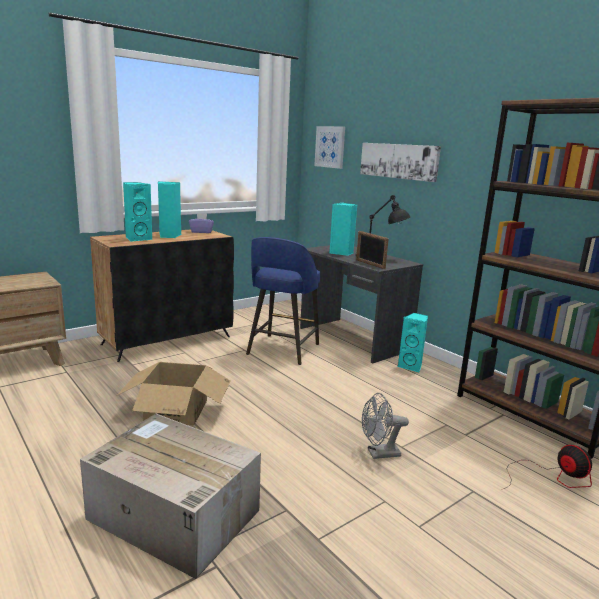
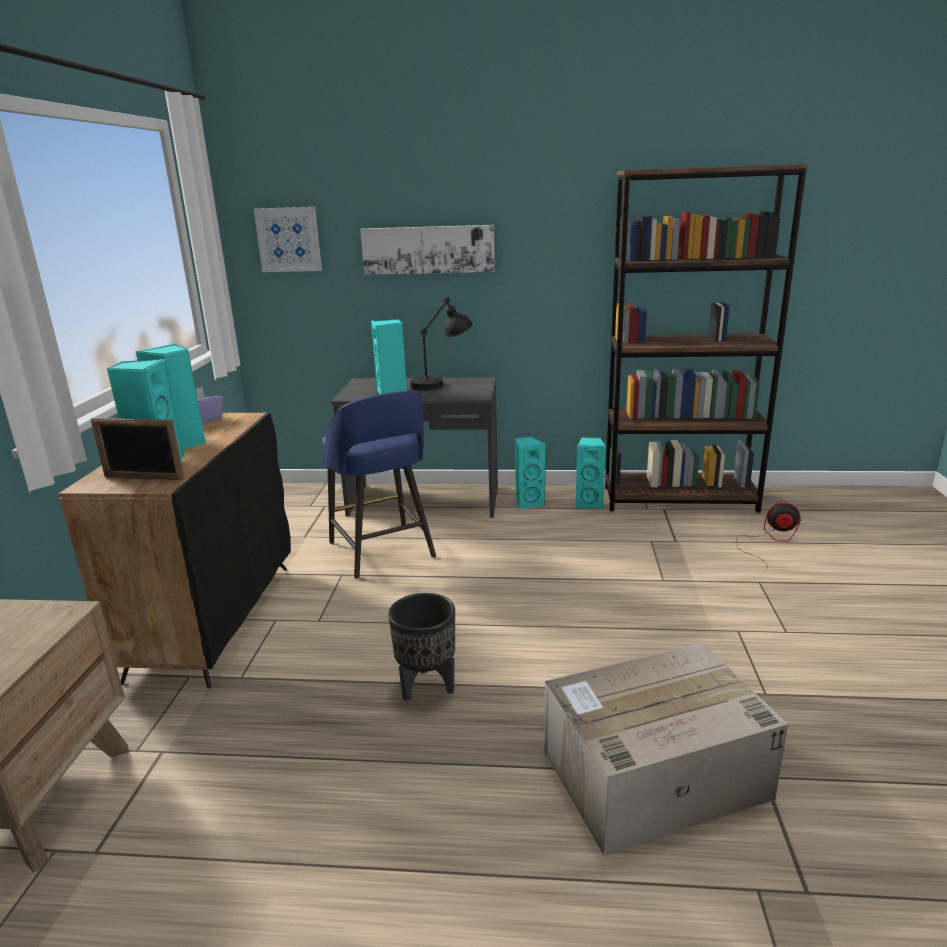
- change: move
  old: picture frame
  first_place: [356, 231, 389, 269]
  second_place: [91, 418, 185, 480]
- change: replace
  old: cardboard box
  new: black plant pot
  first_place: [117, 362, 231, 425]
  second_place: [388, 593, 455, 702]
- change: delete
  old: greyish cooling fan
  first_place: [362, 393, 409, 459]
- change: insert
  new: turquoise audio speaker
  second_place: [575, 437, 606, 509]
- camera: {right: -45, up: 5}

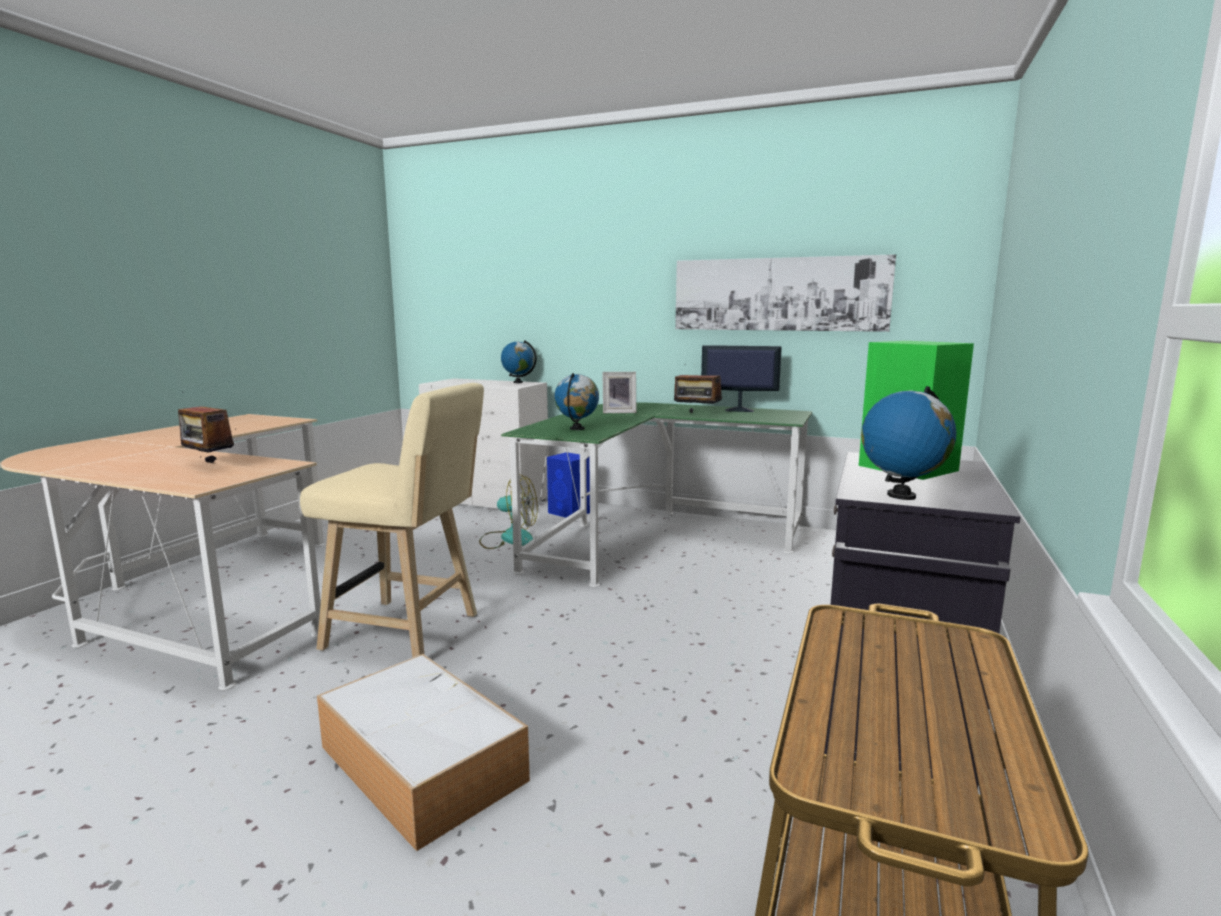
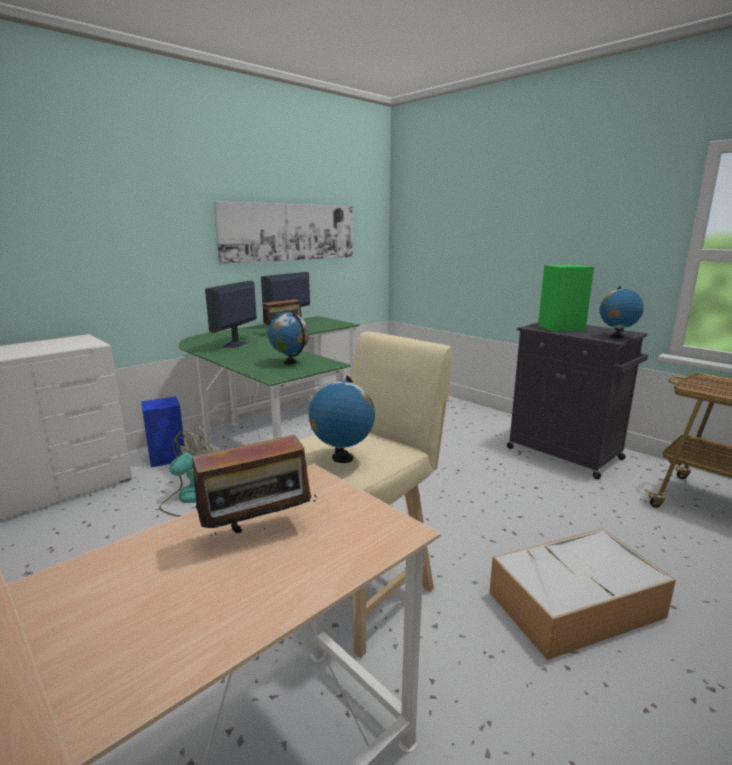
- change: move
  old: world globe
  first_place: [501, 340, 537, 383]
  second_place: [309, 376, 375, 463]
- change: replace
  old: picture frame
  new: monitor
  first_place: [602, 372, 636, 413]
  second_place: [205, 281, 257, 348]
- camera: {right: -65, up: 5}

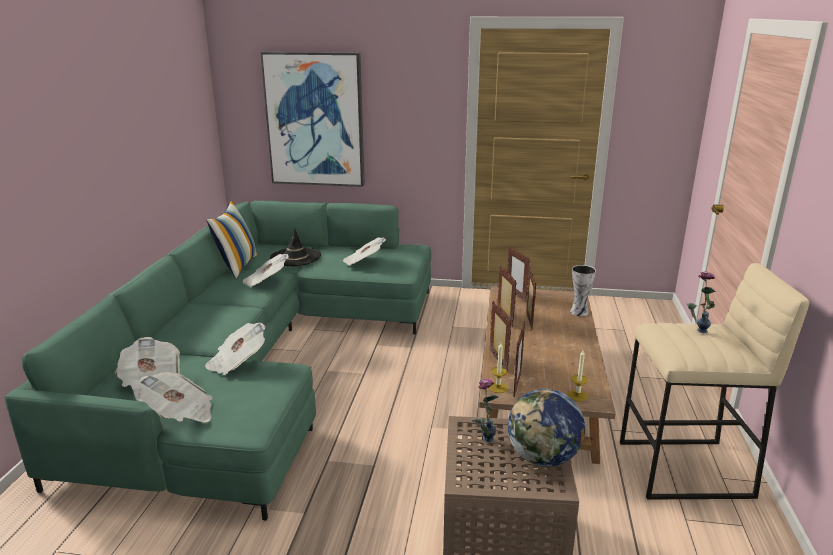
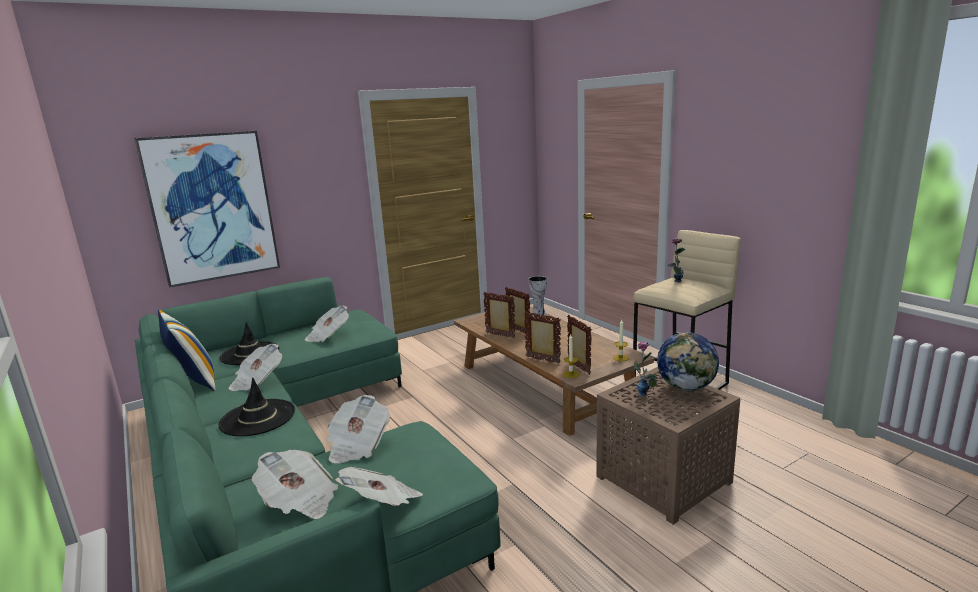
- change: delete
  old: picture frame
  first_place: [507, 247, 530, 302]
- change: insert
  new: black wearable hat
  second_place: [219, 378, 295, 436]
- camera: {right: -40, up: -5}

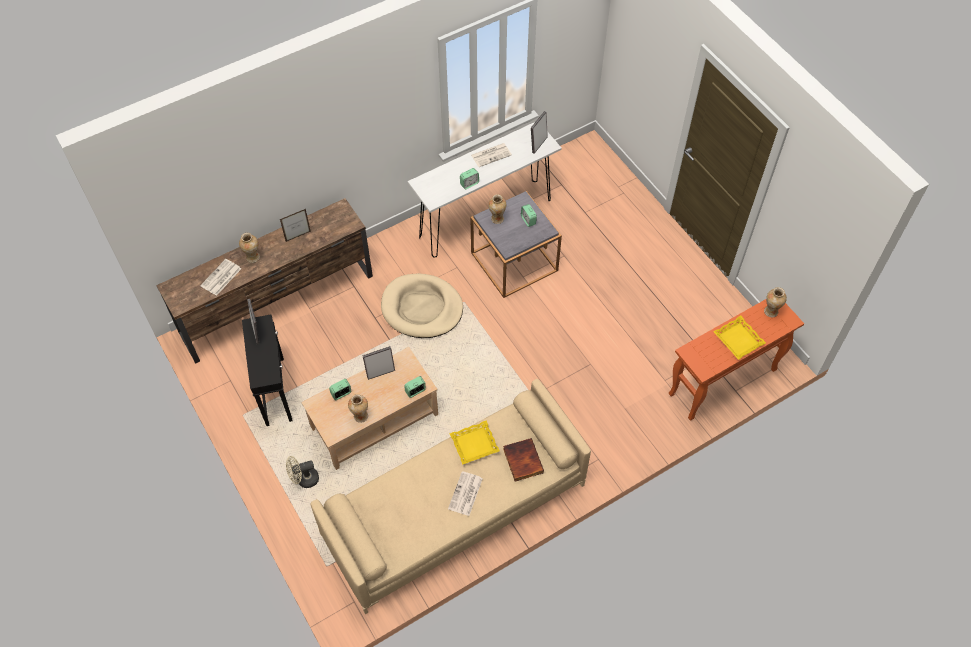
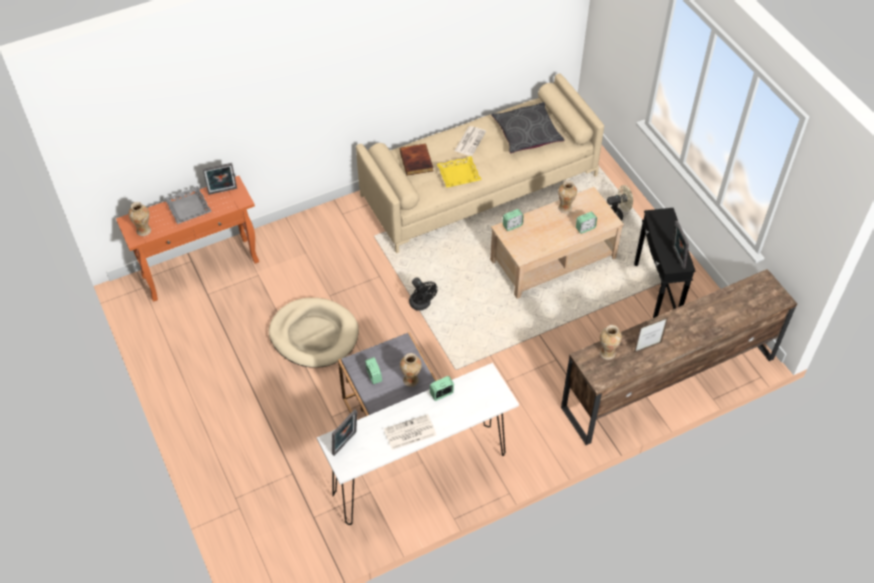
- change: move
  old: vase
  first_place: [239, 233, 260, 263]
  second_place: [600, 325, 622, 360]
- change: delete
  old: daily paper
  first_place: [200, 259, 241, 296]
- change: move
  old: beige-coloured pet bed
  first_place: [381, 273, 463, 338]
  second_place: [269, 298, 359, 368]
- change: recolor
  old: yellow-coloured carrying tray
  new: greyish carrying tray
  first_place: [713, 315, 766, 360]
  second_place: [164, 186, 212, 224]
- change: move
  old: picture frame
  first_place: [363, 346, 395, 380]
  second_place: [202, 163, 237, 195]
- change: insert
  new: greyish cushion
  second_place: [491, 102, 564, 153]
- change: insert
  new: black cooling fan
  second_place: [409, 277, 438, 311]
- camera: {right: -175, up: -5}

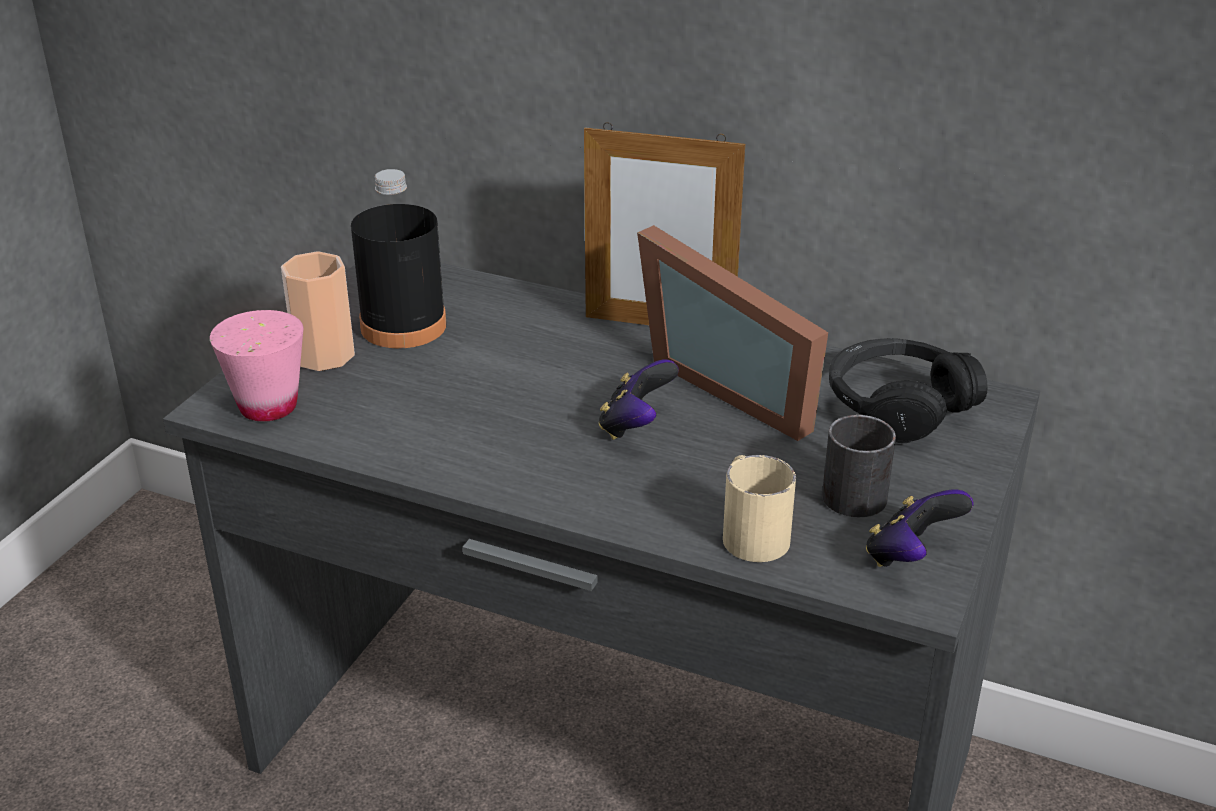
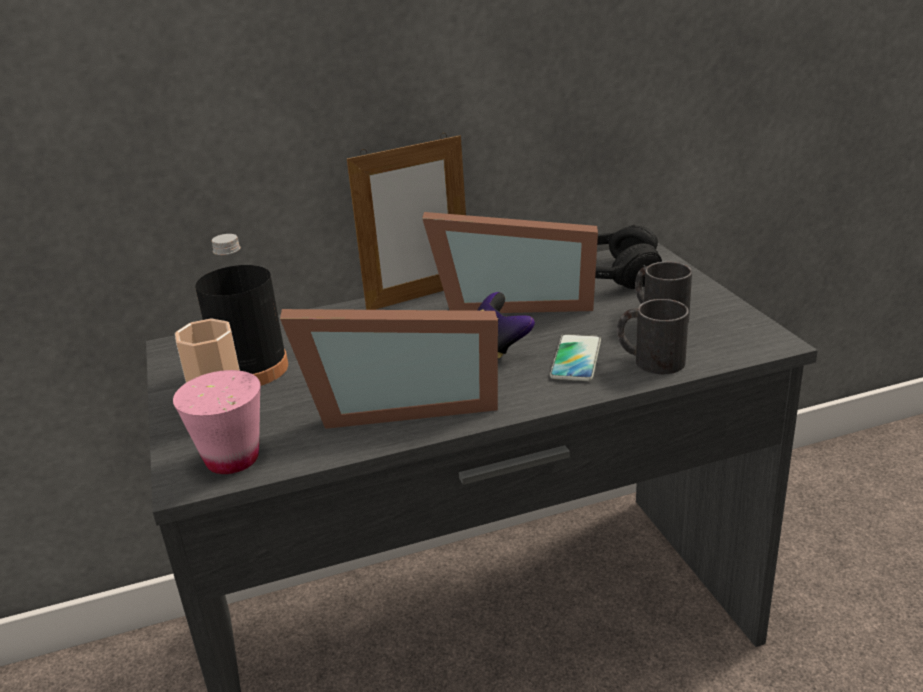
- change: recolor
  old: beige-coloured mug
  new: black mug
  first_place: [723, 455, 796, 562]
  second_place: [617, 299, 689, 375]
- change: delete
  old: gamepad
  first_place: [866, 490, 974, 567]
- change: insert
  new: picture frame
  second_place: [280, 309, 498, 429]
- change: insert
  new: phone
  second_place: [550, 334, 601, 381]
- camera: {right: -40, up: -5}

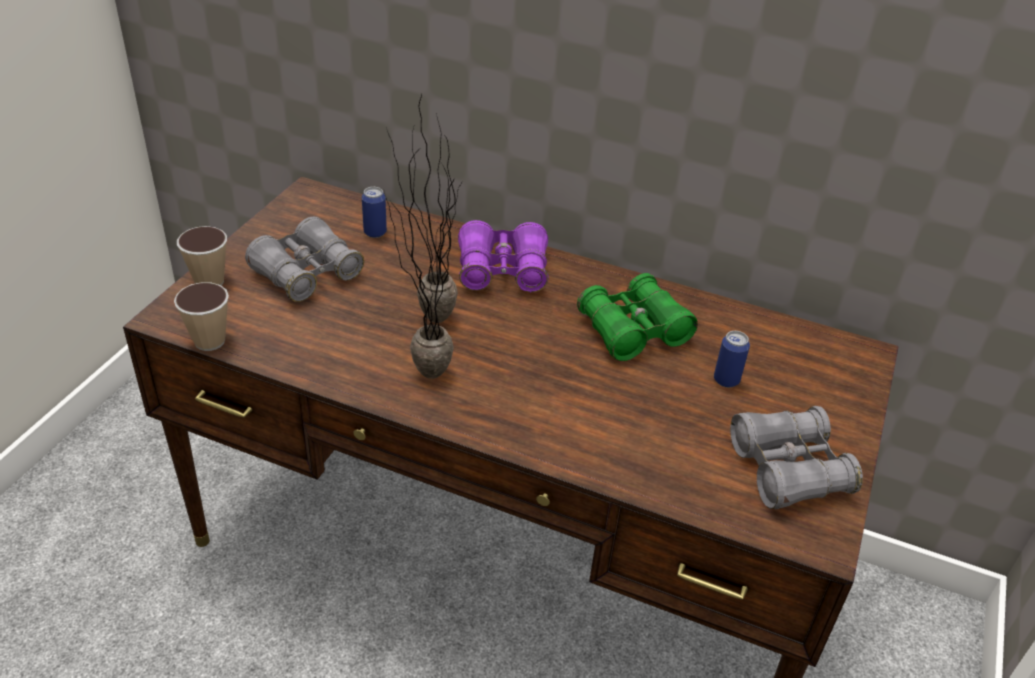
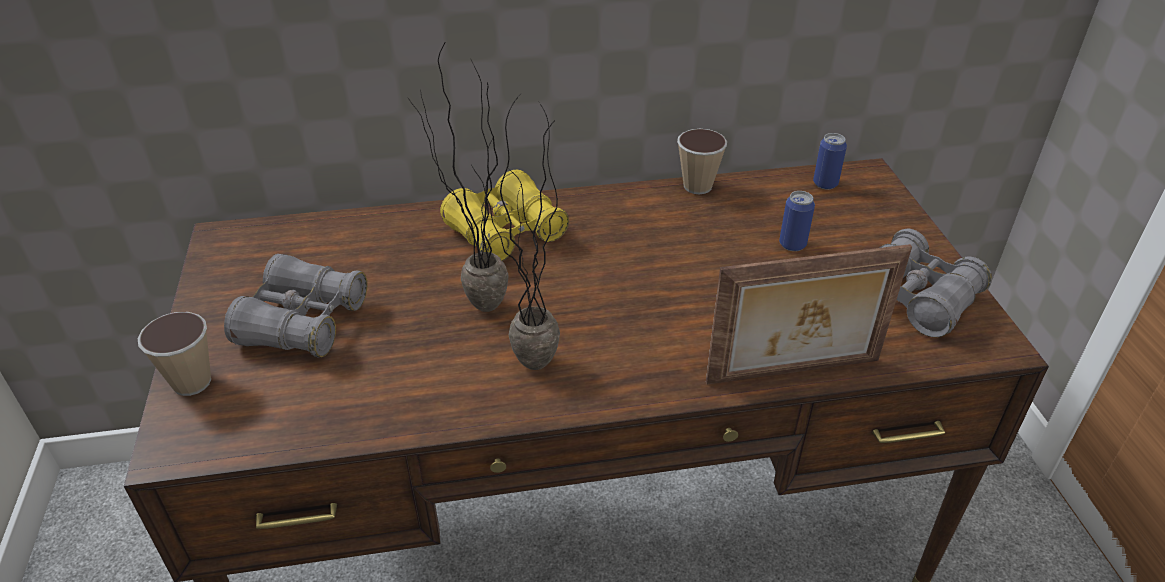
- change: move
  old: metal can
  first_place: [362, 187, 387, 238]
  second_place: [813, 133, 847, 190]
- change: recolor
  old: purplish binoculars
  new: yellow-coloured binoculars
  first_place: [458, 220, 549, 292]
  second_place: [440, 170, 569, 261]
- change: delete
  old: green binoculars
  first_place: [577, 273, 698, 361]
- change: move
  old: cup
  first_place: [174, 282, 229, 351]
  second_place: [677, 129, 727, 194]
- change: insert
  new: picture frame
  second_place: [706, 244, 912, 384]
- camera: {right: -30, up: 0}

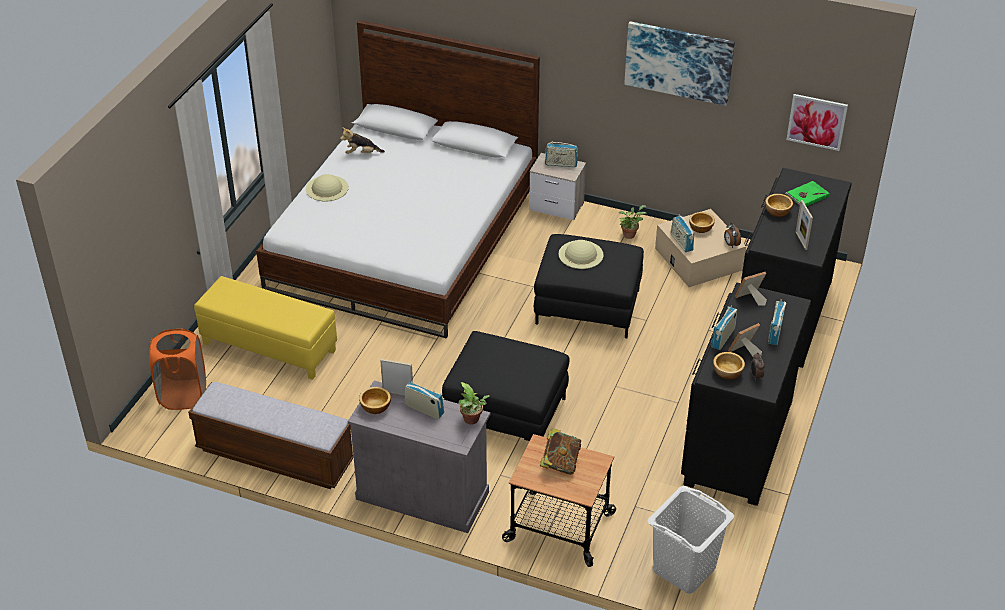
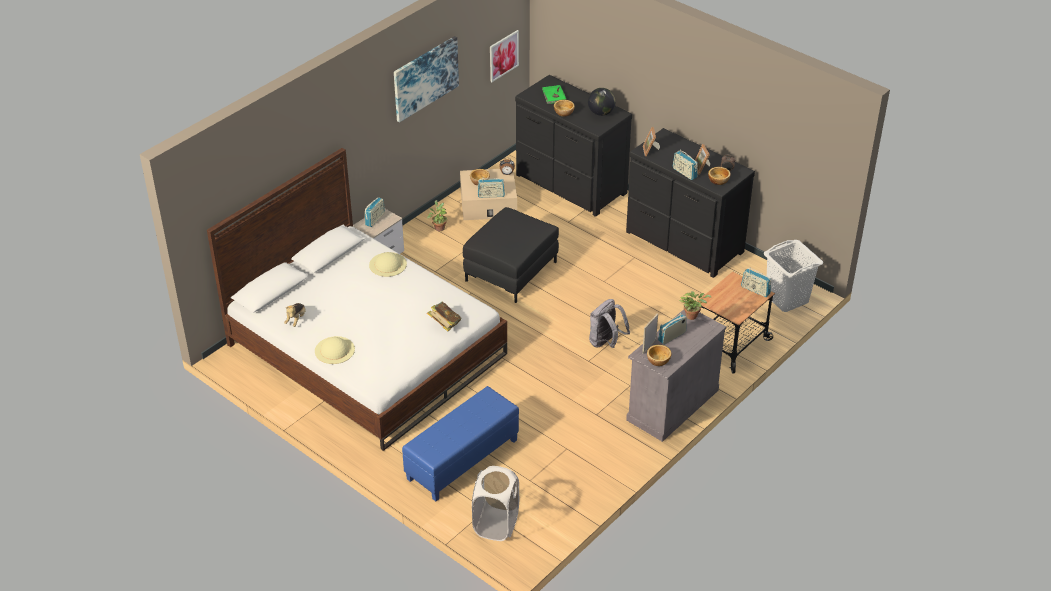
- change: replace
  old: picture frame
  new: world globe
  first_place: [796, 200, 813, 250]
  second_place: [588, 88, 616, 116]
- change: move
  old: beige-coloured wearable hat
  first_place: [559, 240, 604, 269]
  second_place: [369, 252, 407, 277]
- change: recolor
  old: yellow-coloured pouffe
  new: blue-coloured pouffe
  first_place: [194, 276, 337, 380]
  second_place: [402, 386, 519, 501]
- change: move
  old: radio set
  first_place: [768, 300, 786, 345]
  second_place: [741, 268, 771, 297]
- change: recolor
  old: orange washing basket
  new: white-coloured washing basket
  first_place: [149, 328, 206, 410]
  second_place: [472, 466, 519, 541]
- change: replace
  old: black pouffe
  new: greyish knapsack
  first_place: [442, 331, 570, 441]
  second_place: [589, 299, 630, 348]
- change: delete
  old: long seat
  first_place: [188, 382, 354, 489]
- change: move
  old: book
  first_place: [540, 428, 581, 475]
  second_place: [427, 302, 461, 332]
- camera: {right: -70, up: 0}

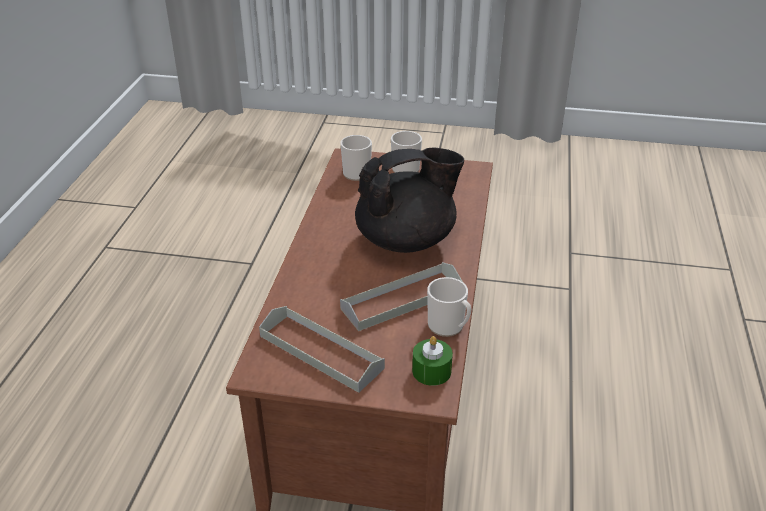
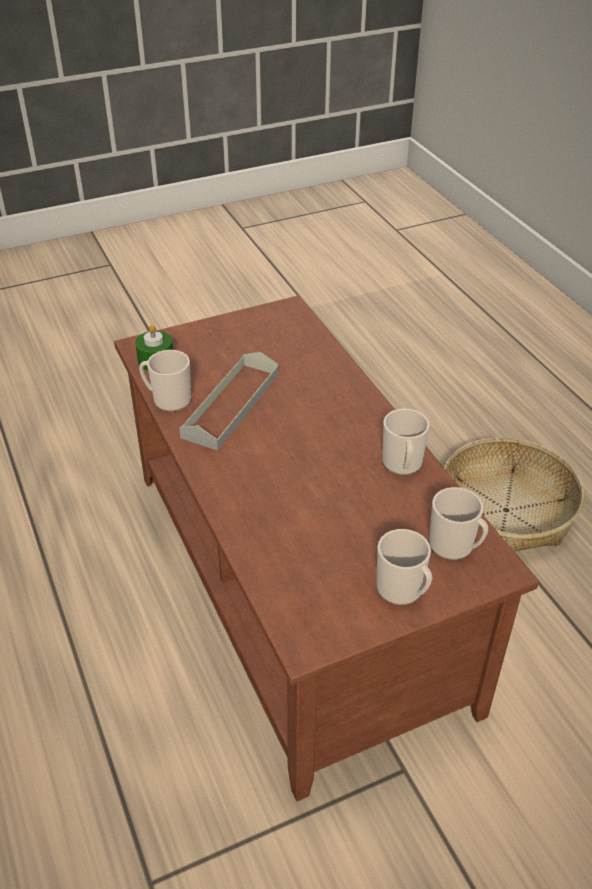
- change: delete
  old: black tea pot
  first_place: [355, 147, 464, 253]
- change: delete
  old: greyish carrying tray
  first_place: [259, 306, 385, 393]
- change: insert
  new: mug
  second_place: [382, 409, 429, 475]
- change: insert
  new: storage basket
  second_place: [444, 437, 584, 552]
- camera: {right: 145, up: 5}

